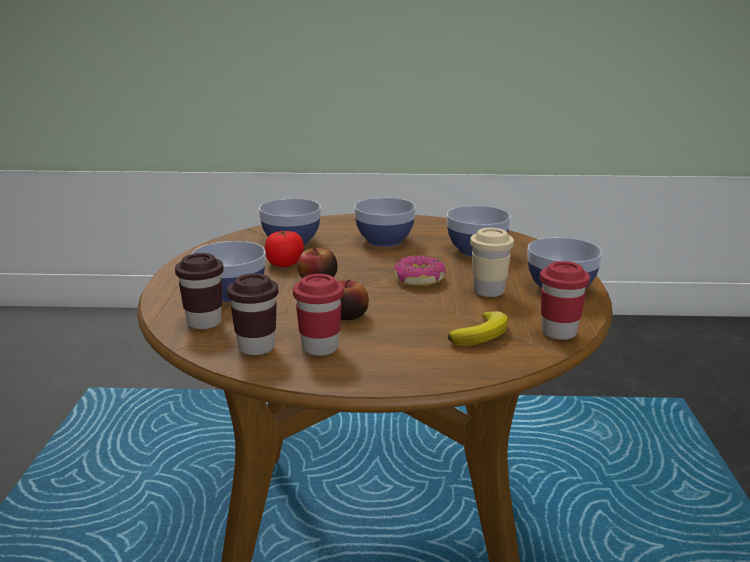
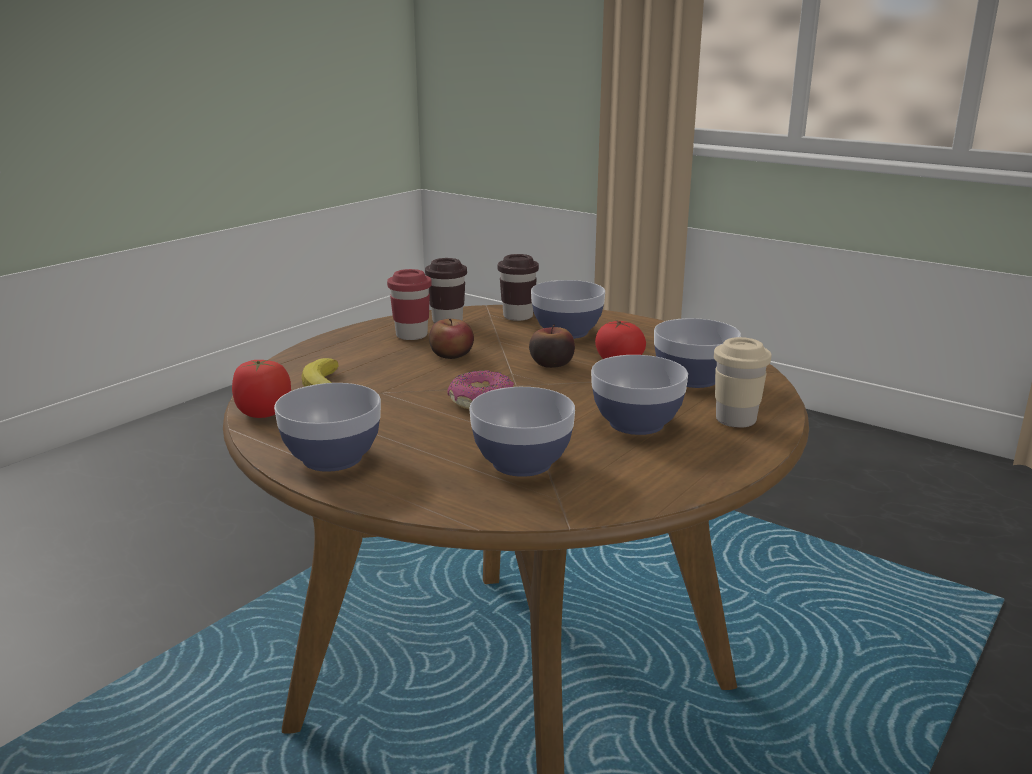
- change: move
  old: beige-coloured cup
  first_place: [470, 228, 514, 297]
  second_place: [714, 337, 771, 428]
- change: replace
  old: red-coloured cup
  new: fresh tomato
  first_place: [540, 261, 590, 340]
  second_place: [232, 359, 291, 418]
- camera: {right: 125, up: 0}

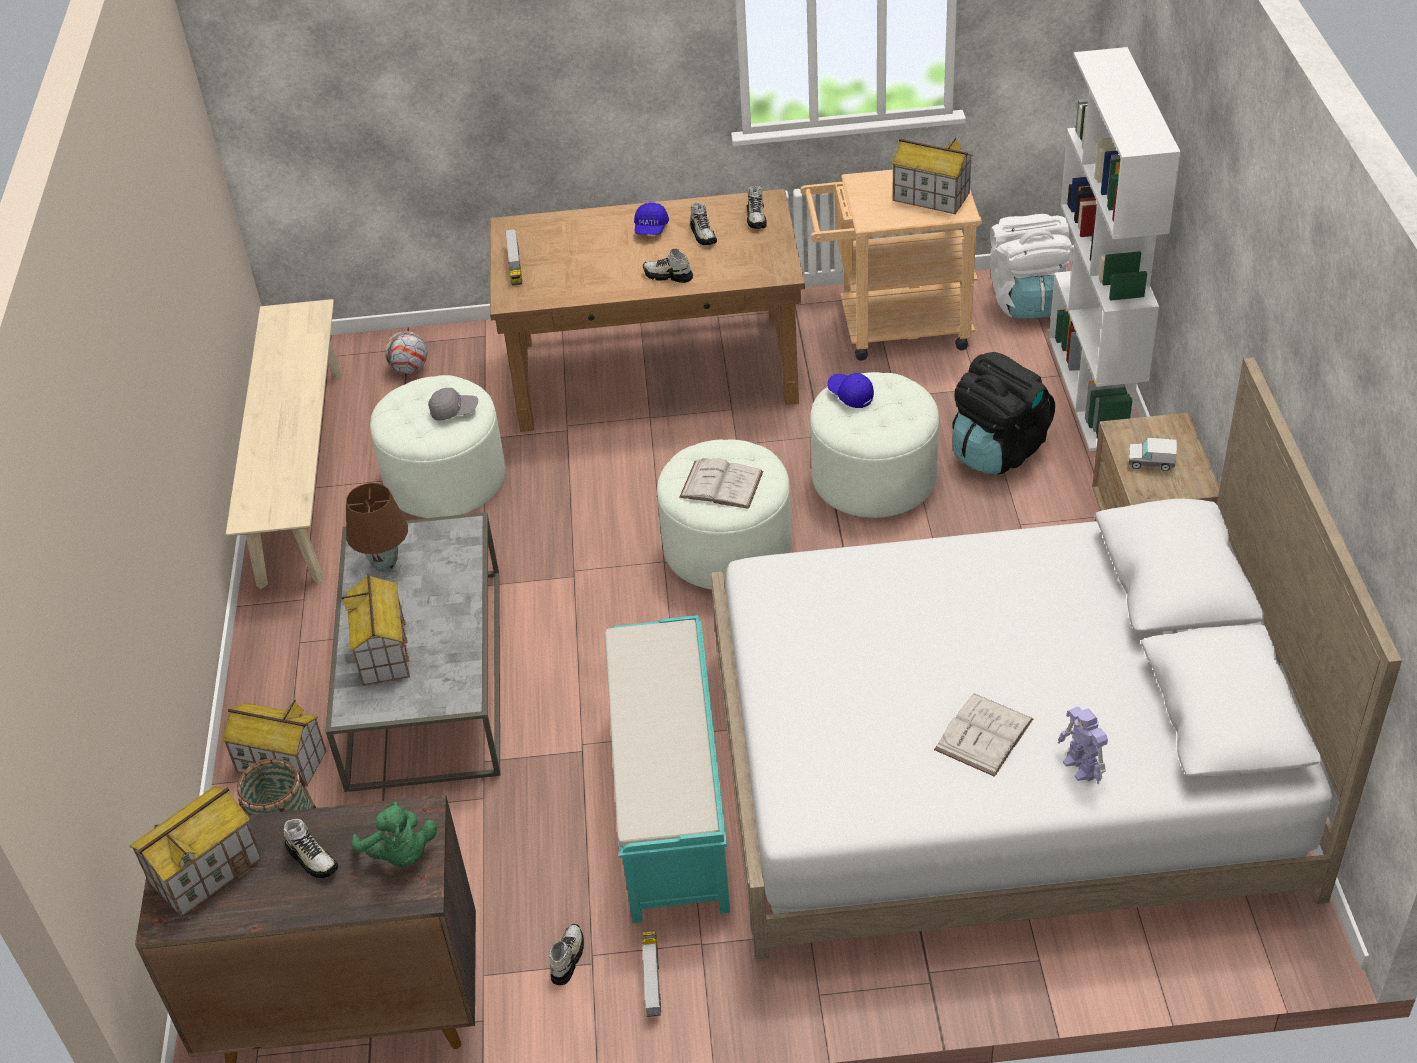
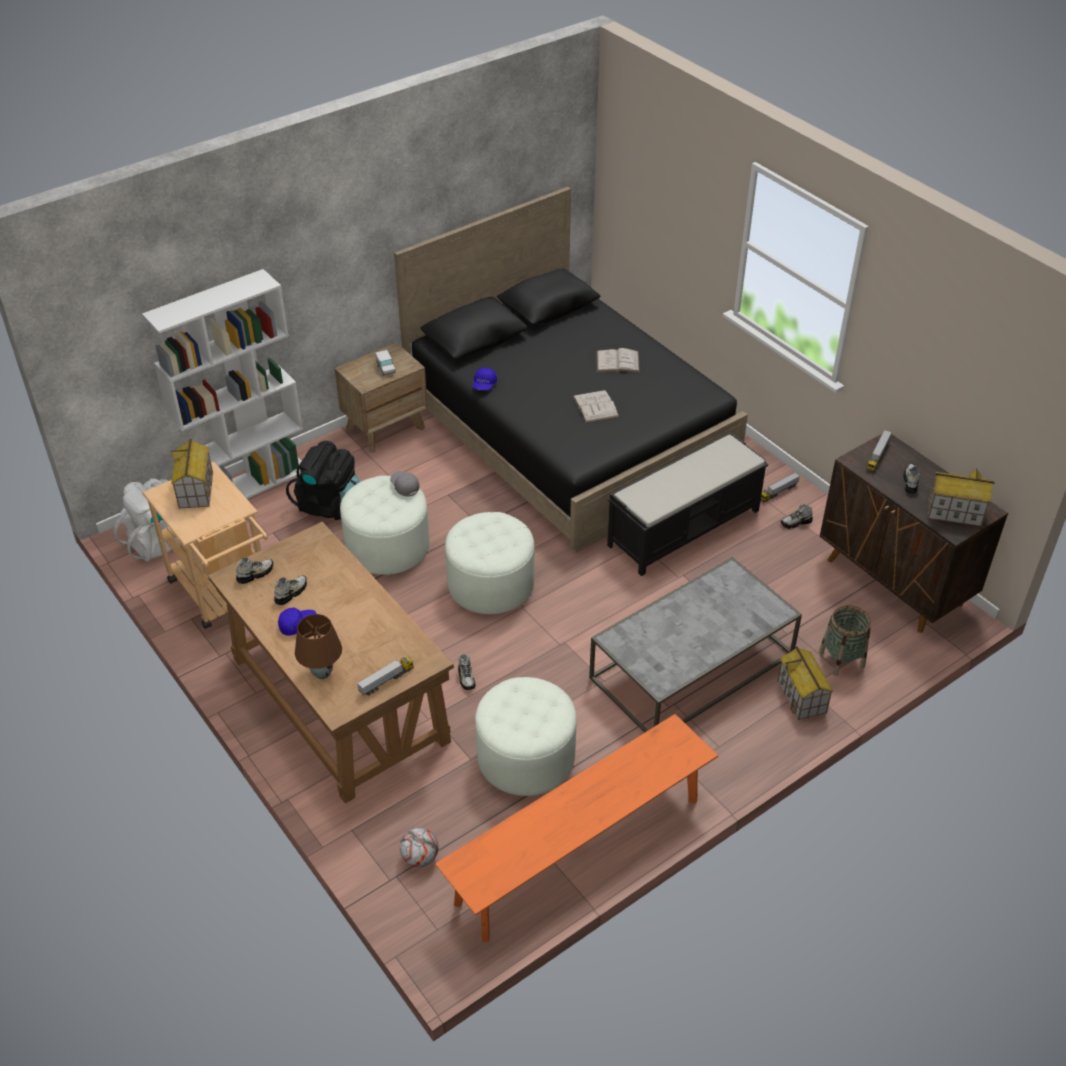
- change: move
  old: item of footwear
  first_place: [643, 249, 693, 283]
  second_place: [458, 654, 475, 690]
- change: recolor
  old: beige-coloured long seat
  new: orange long seat
  first_place: [226, 299, 343, 589]
  second_place: [435, 714, 718, 942]
- change: recolor
  old: white-coloured bed
  new: black bed
  first_place: [711, 357, 1402, 959]
  second_place: [394, 187, 748, 553]
- change: move
  old: blue-coloured baseball cap
  first_place: [827, 373, 874, 408]
  second_place: [473, 368, 497, 391]
- change: move
  old: greyish baseball cap
  first_place: [428, 388, 478, 421]
  second_place: [390, 471, 420, 497]
- change: move
  old: white-coloured book
  first_place: [679, 458, 763, 509]
  second_place: [573, 390, 619, 423]
- change: move
  old: brown tabletop lamp
  first_place: [346, 483, 408, 572]
  second_place: [295, 614, 342, 679]
- change: delete
  old: toy house
  first_place: [341, 573, 410, 686]
- change: recolor
  old: turquoise long seat
  new: black long seat
  first_place: [605, 615, 730, 923]
  second_place: [607, 432, 768, 576]
- change: delete
  old: robot figure
  first_place: [1058, 707, 1108, 784]
- change: replace
  old: green plush toy
  new: model truck
  first_place: [352, 801, 437, 867]
  second_place: [867, 430, 892, 472]
- camera: {right: -125, up: 0}

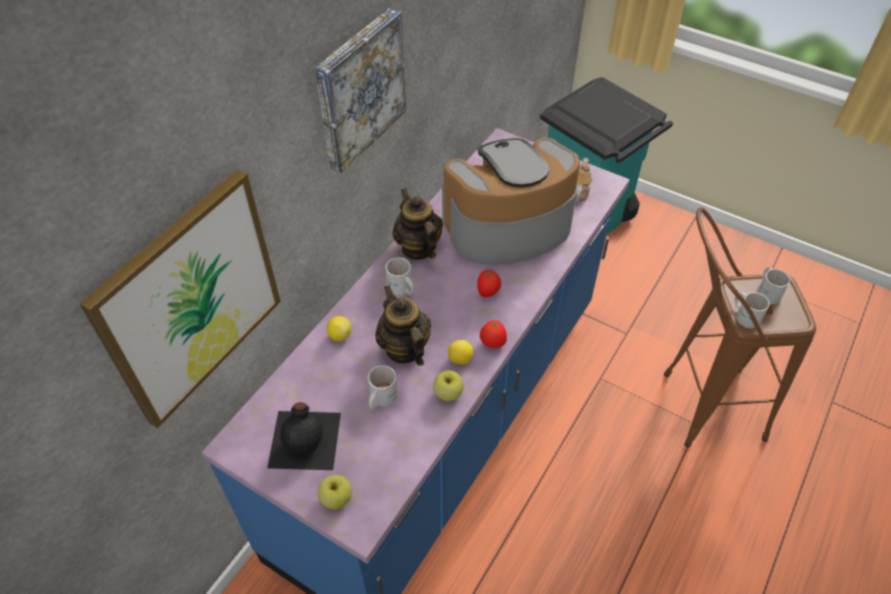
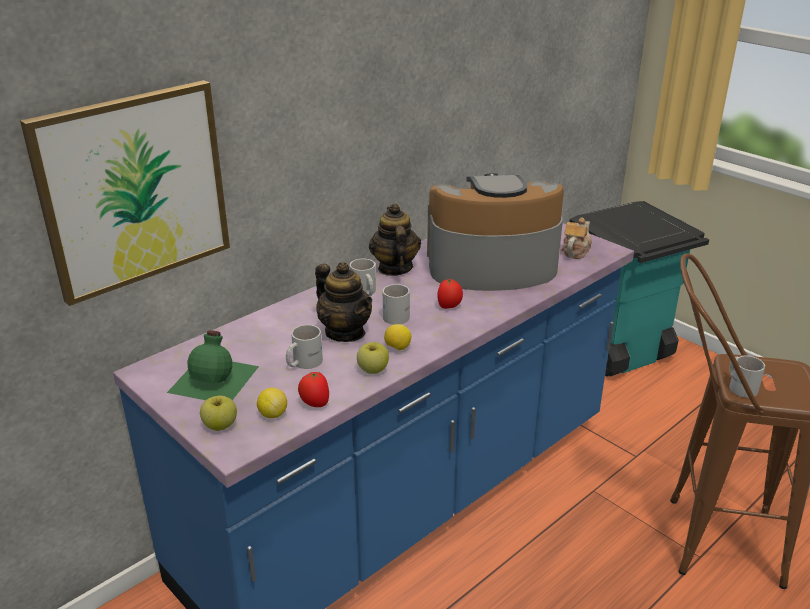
- change: delete
  old: picture
  first_place: [315, 8, 406, 173]
- change: move
  old: white-coloured mug
  first_place: [757, 267, 790, 304]
  second_place: [383, 284, 410, 325]
- change: rotate
  old: tea pot
  first_place: [375, 285, 431, 366]
  second_place: [315, 262, 372, 342]
  degrees: 150
- change: move
  old: whole lemon
  first_place: [327, 316, 351, 341]
  second_place: [257, 388, 287, 418]
- change: move
  old: fresh tomato
  first_place: [480, 320, 507, 348]
  second_place: [298, 372, 329, 407]
- change: recolor
  old: black bottle
  new: green bottle
  first_place: [267, 402, 341, 470]
  second_place: [167, 330, 259, 400]
- camera: {right: 15, up: -20}

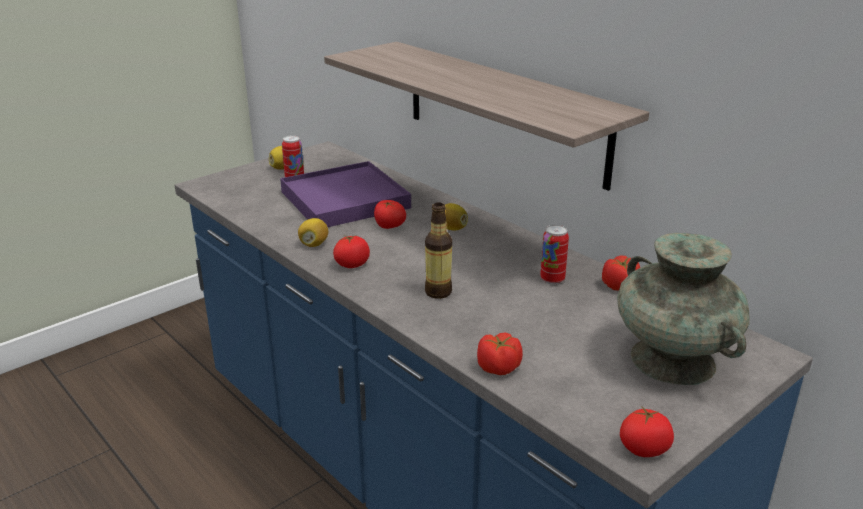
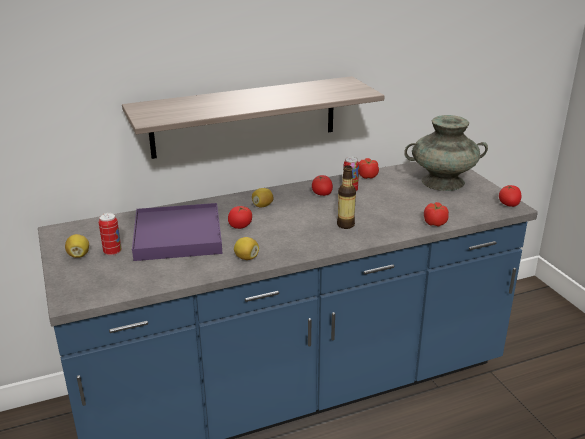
- change: move
  old: fresh tomato
  first_place: [333, 235, 370, 268]
  second_place: [312, 175, 333, 196]
- camera: {right: -70, up: 0}

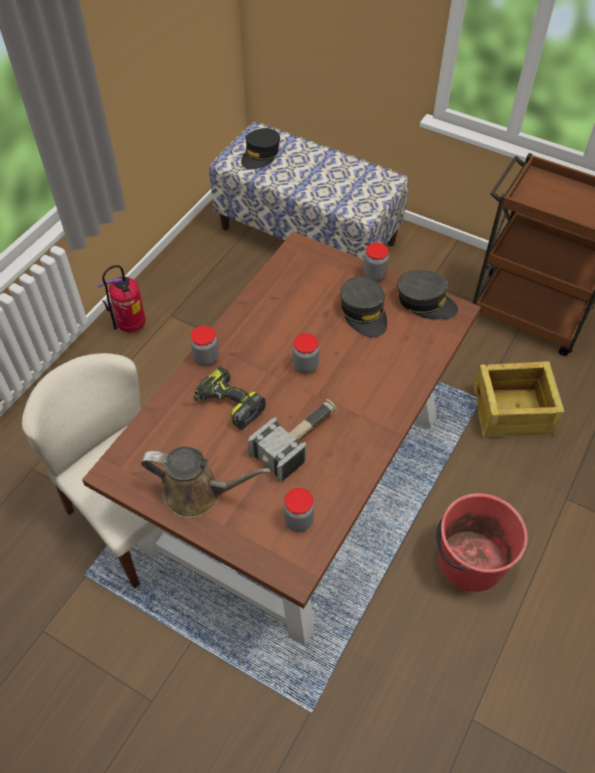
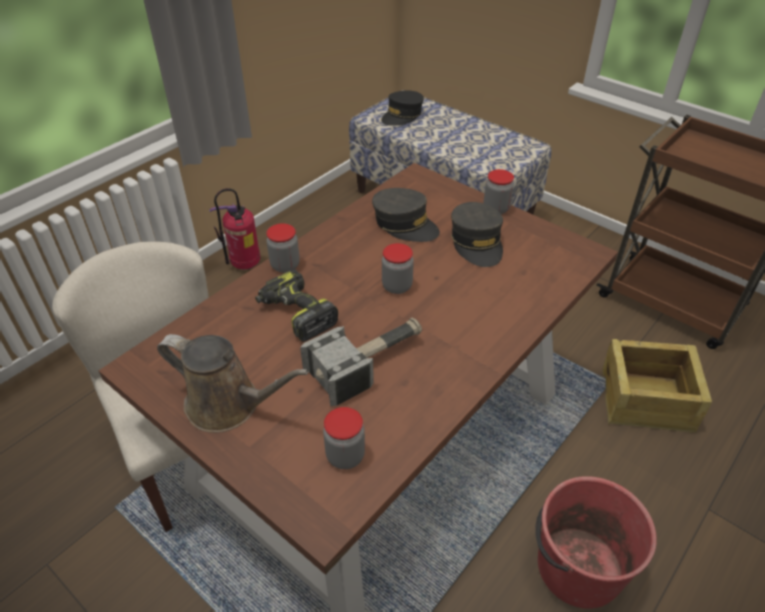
- change: move
  old: greyish baseball cap
  first_place: [397, 270, 458, 319]
  second_place: [372, 188, 440, 242]
- camera: {right: 10, up: -10}

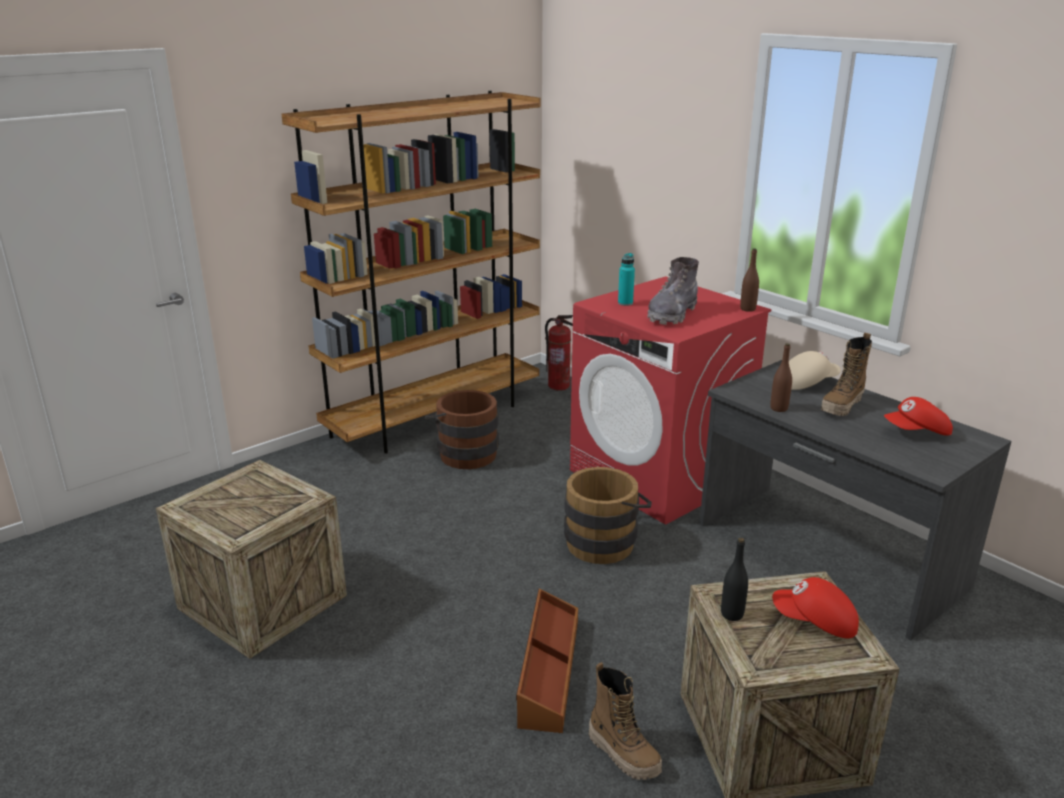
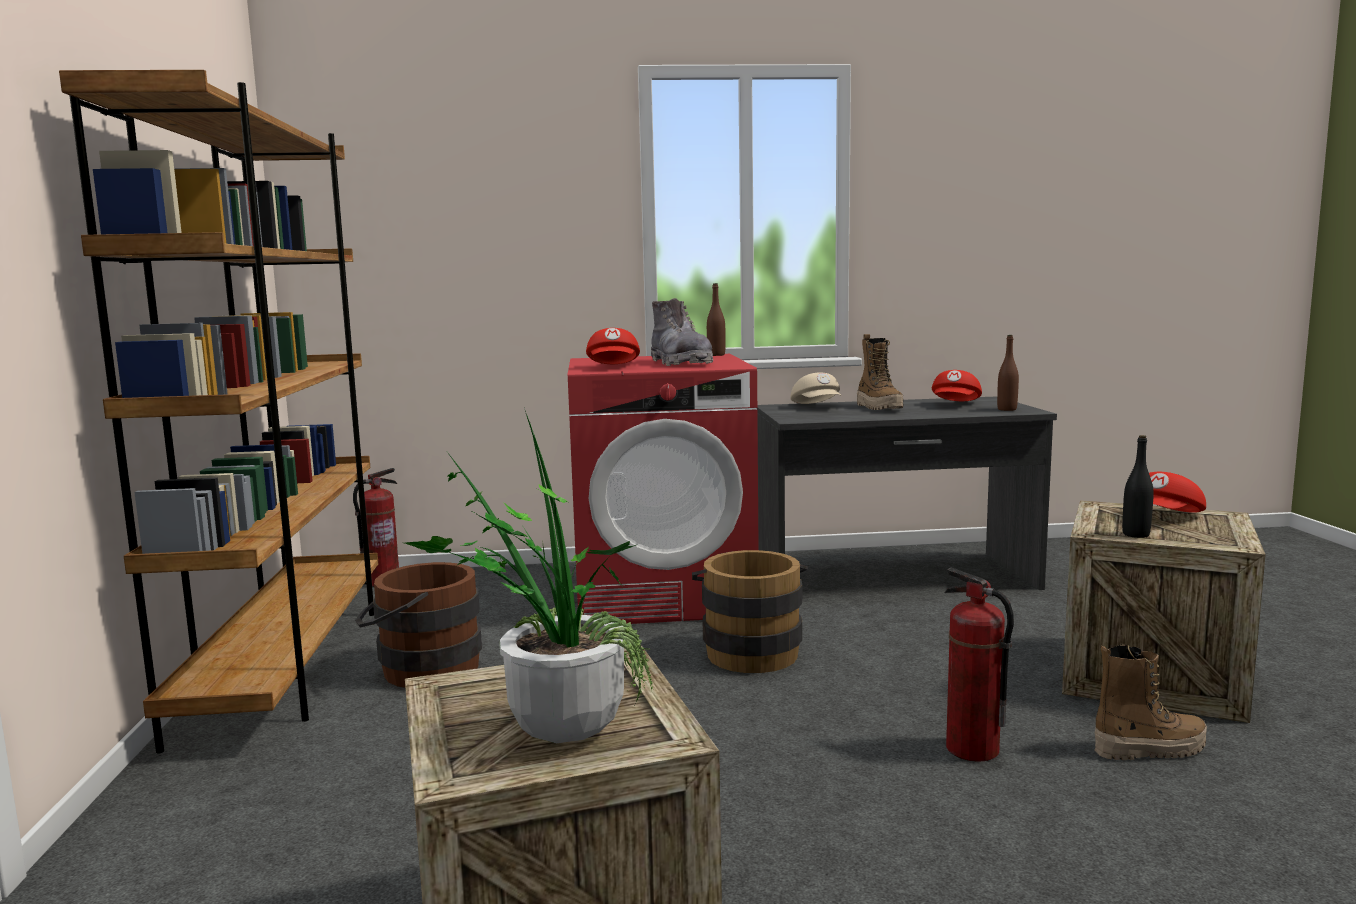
- change: replace
  old: turquoise bottle
  new: red-coloured baseball cap
  first_place: [618, 253, 635, 306]
  second_place: [586, 328, 640, 364]
- change: move
  old: brown bottle
  first_place: [770, 343, 792, 412]
  second_place: [997, 335, 1019, 411]
- change: rotate
  old: beige-coloured baseball cap
  first_place: [789, 351, 841, 390]
  second_place: [790, 372, 842, 404]
  degrees: 150
- change: replace
  old: brown storage box
  new: extinguisher
  first_place: [516, 589, 578, 733]
  second_place: [944, 568, 1014, 762]
- change: insert
  new: houseplant
  second_place: [405, 408, 653, 743]
- camera: {right: -55, up: -15}

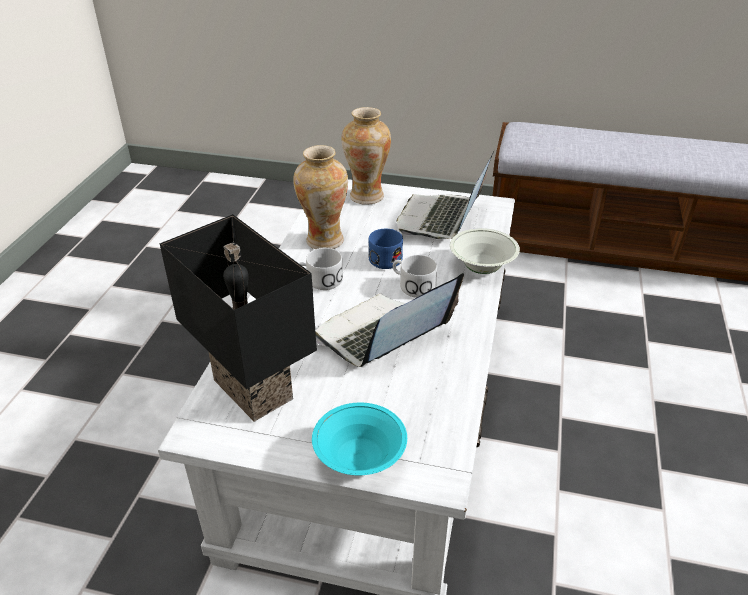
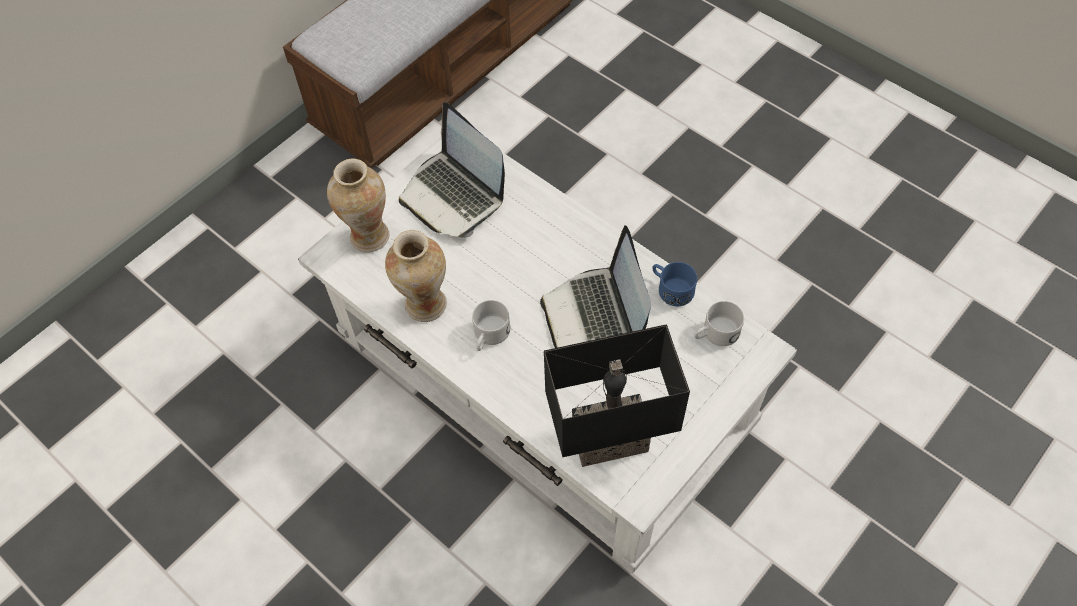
- change: delete
  old: white-coloured deep dish
  first_place: [450, 228, 520, 274]
- change: move
  old: blue-coloured mug
  first_place: [368, 229, 403, 269]
  second_place: [652, 262, 697, 306]
- change: move
  old: white-coloured mug
  first_place: [393, 255, 437, 298]
  second_place: [694, 301, 744, 346]
- change: delete
  old: turquoise deep dish
  first_place: [312, 403, 407, 475]
- camera: {right: -60, up: 20}

